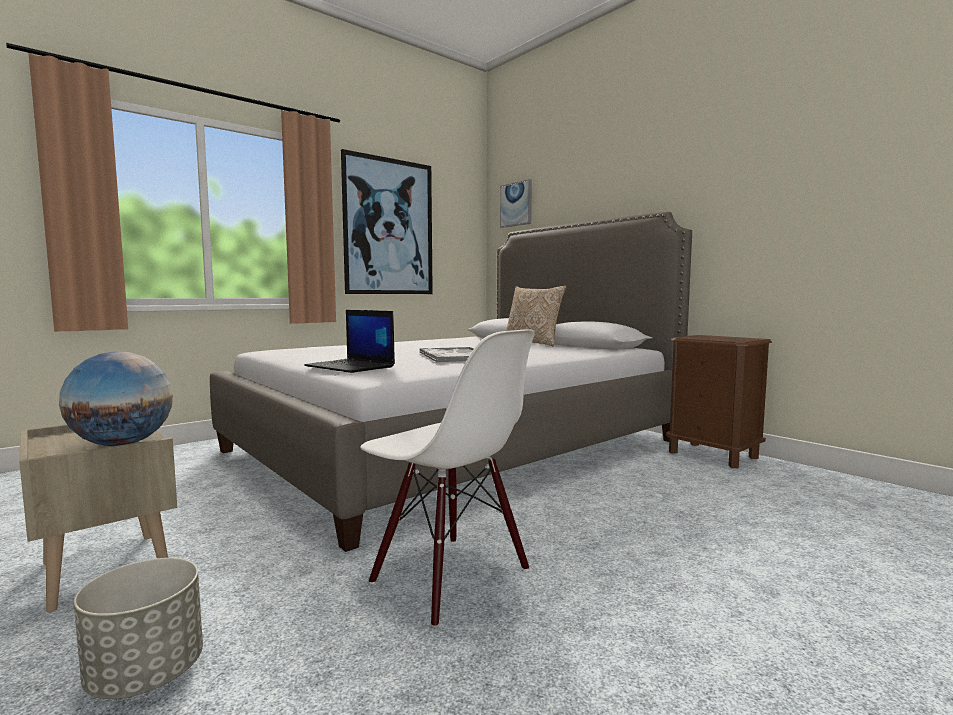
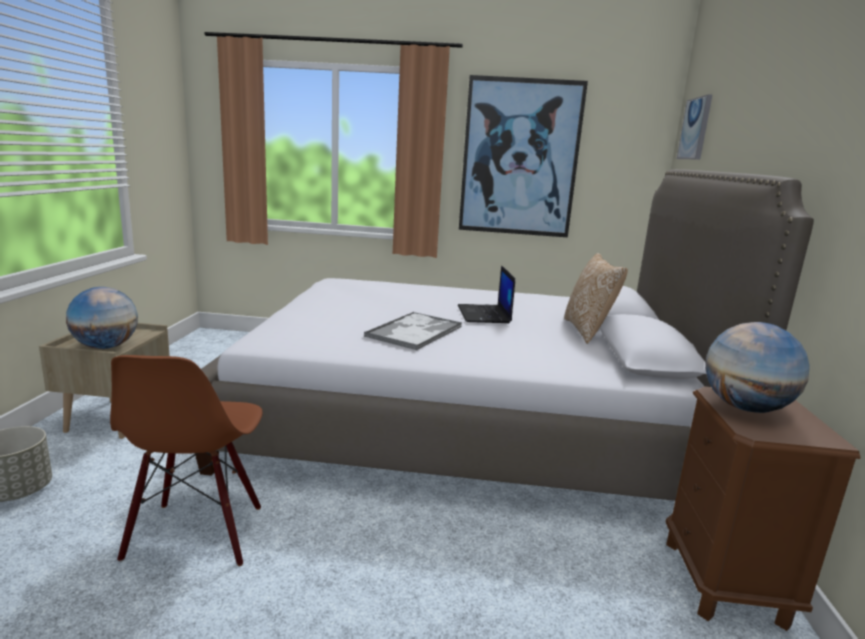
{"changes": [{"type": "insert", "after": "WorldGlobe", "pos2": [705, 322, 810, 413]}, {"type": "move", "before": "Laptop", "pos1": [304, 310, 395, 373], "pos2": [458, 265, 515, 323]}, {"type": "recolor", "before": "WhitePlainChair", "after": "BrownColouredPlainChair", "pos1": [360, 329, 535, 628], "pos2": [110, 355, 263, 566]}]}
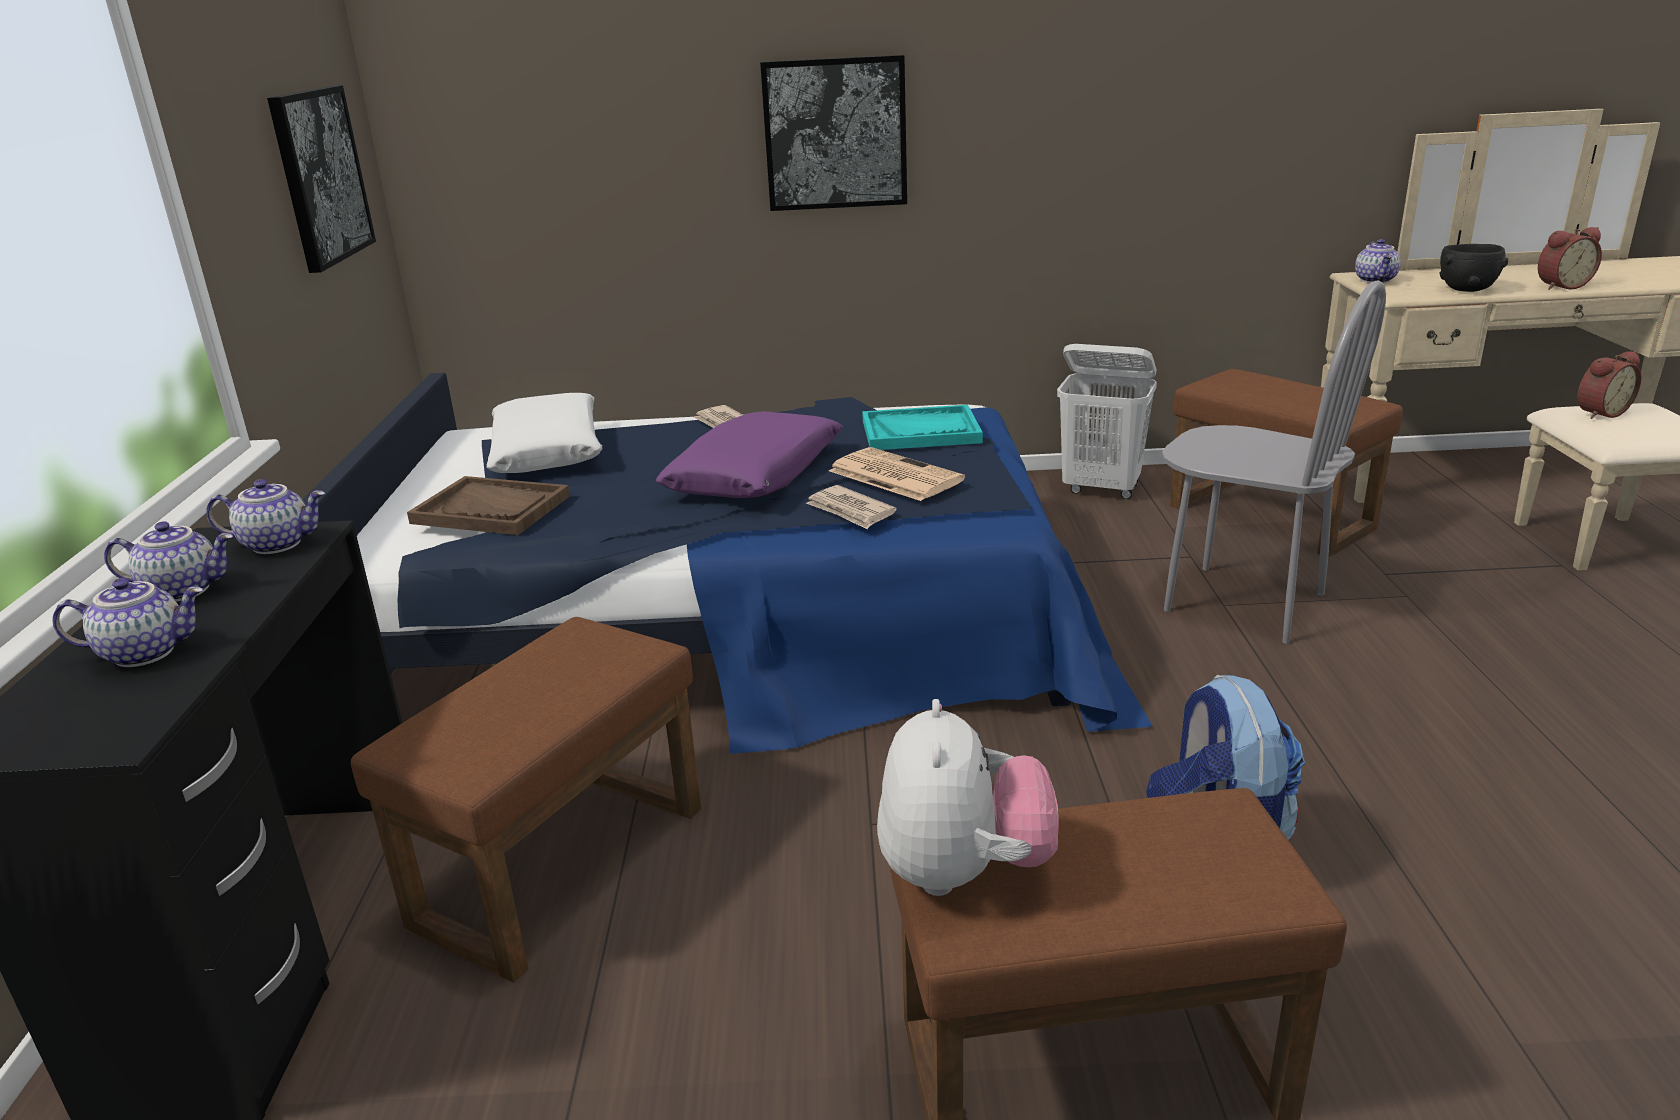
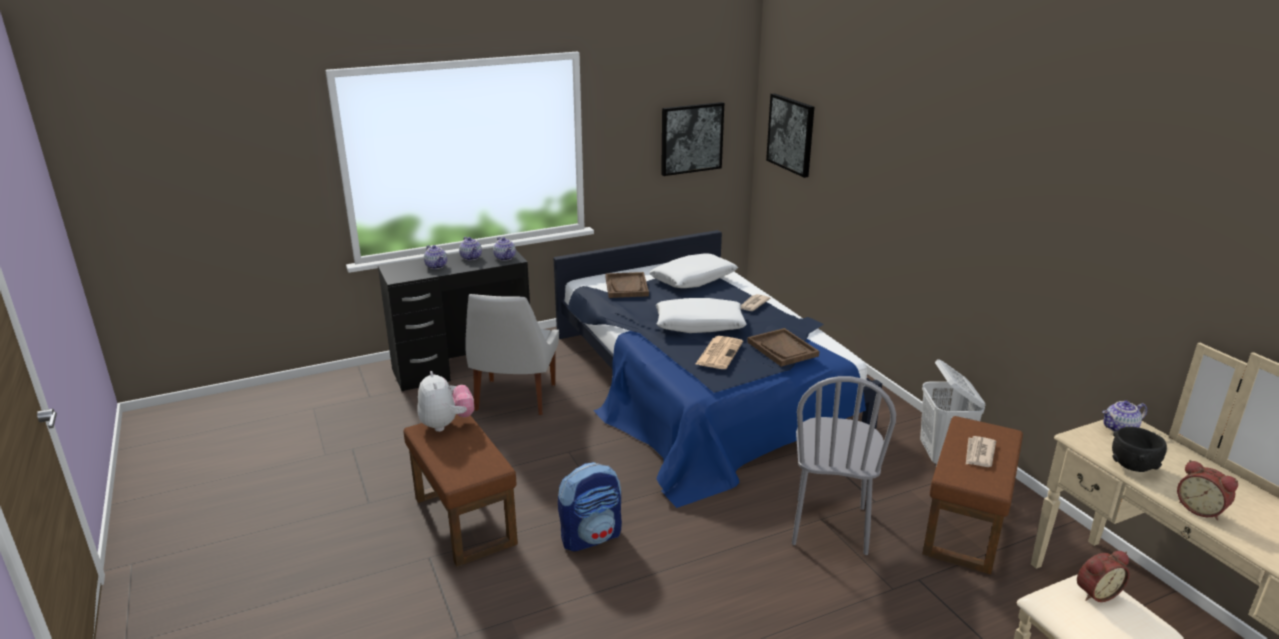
{"changes": [{"type": "move", "before": "WallPicture", "pos1": [760, 55, 907, 211], "pos2": [766, 93, 814, 178]}, {"type": "move", "before": "Newspaper", "pos1": [806, 485, 897, 529], "pos2": [966, 436, 996, 467]}, {"type": "replace", "before": "BrownColouredOttoman", "after": "WhitePlainChair", "pos1": [351, 617, 701, 983], "pos2": [465, 294, 559, 415]}, {"type": "recolor", "before": "PurpleColouredPillow", "after": "WhitePillow", "pos1": [656, 411, 843, 498], "pos2": [656, 298, 747, 333]}, {"type": "recolor", "before": "TurquoiseColouredCarryingTray", "after": "BrownColouredCarryingTray", "pos1": [862, 405, 983, 450], "pos2": [747, 328, 820, 367]}, {"type": "rotate", "before": "CuddlyToy", "pos1": [877, 699, 1059, 896], "pos2": [417, 371, 475, 432], "turn": -90}, {"type": "rotate", "before": "TableClock", "pos1": [1577, 351, 1641, 419], "pos2": [1077, 551, 1130, 602], "turn": -60}]}
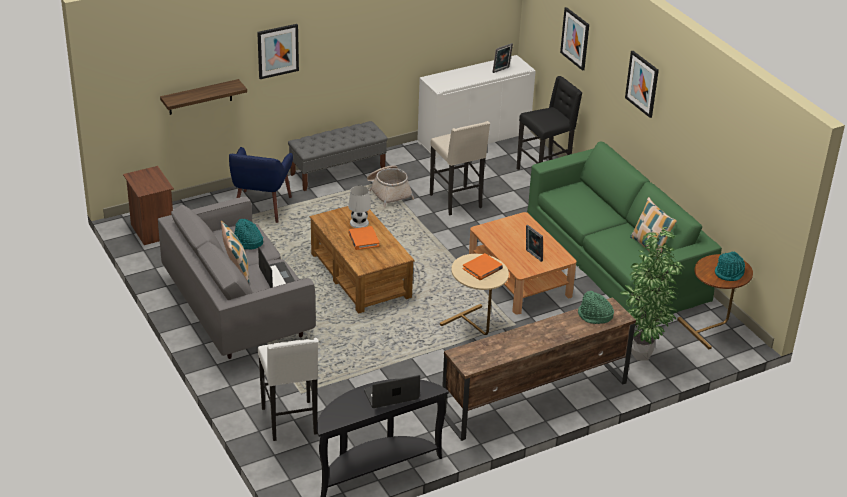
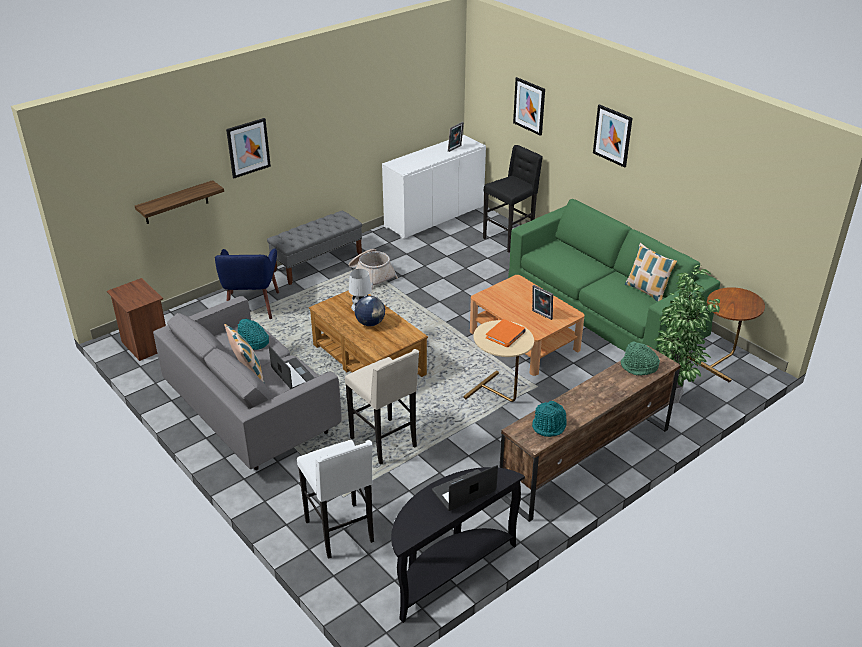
{"changes": [{"type": "move", "before": "BeigeStool", "pos1": [430, 121, 490, 215], "pos2": [345, 349, 419, 465]}, {"type": "move", "before": "TurquoiseColouredClothingHat", "pos1": [715, 251, 745, 281], "pos2": [532, 401, 567, 437]}, {"type": "replace", "before": "OrangeColouredBook", "after": "WorldGlobe", "pos1": [348, 226, 380, 250], "pos2": [355, 296, 385, 326]}]}
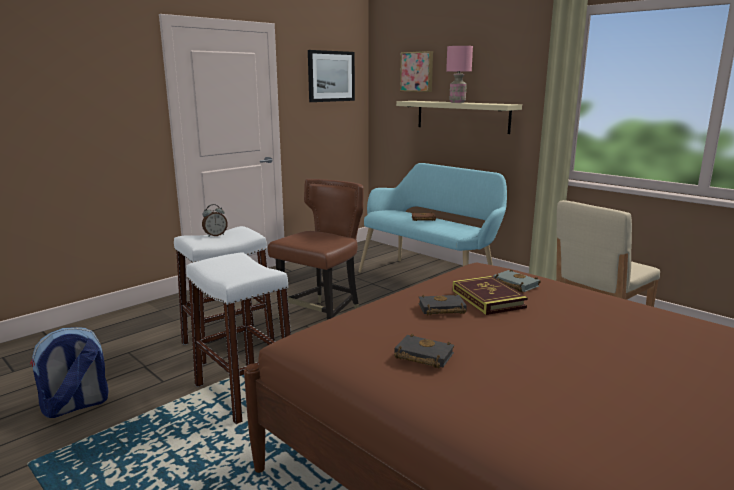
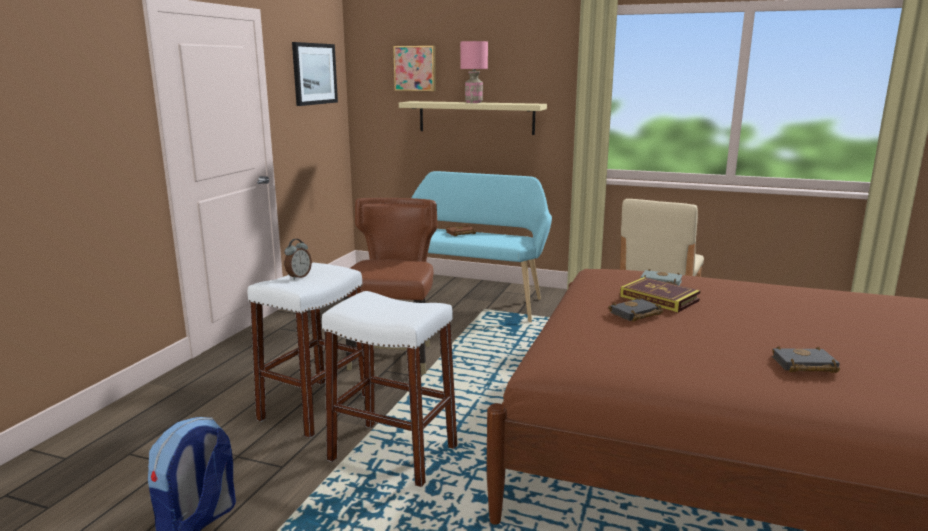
{"changes": [{"type": "move", "before": "BlackBook", "pos1": [394, 334, 454, 368], "pos2": [772, 346, 840, 373]}]}
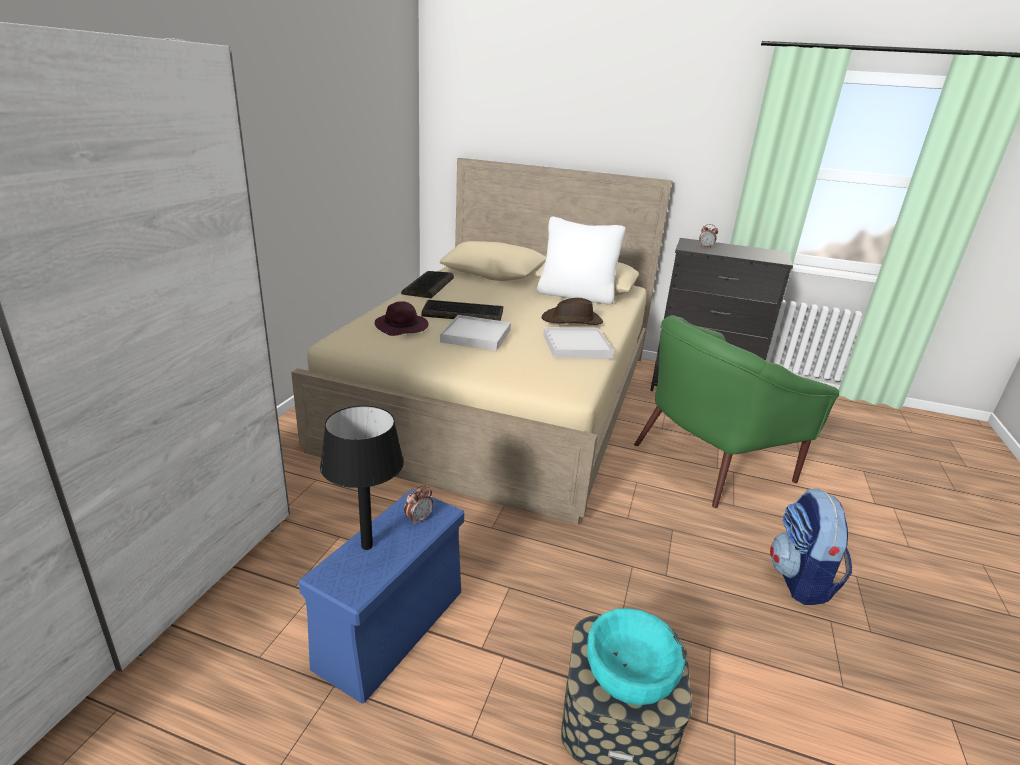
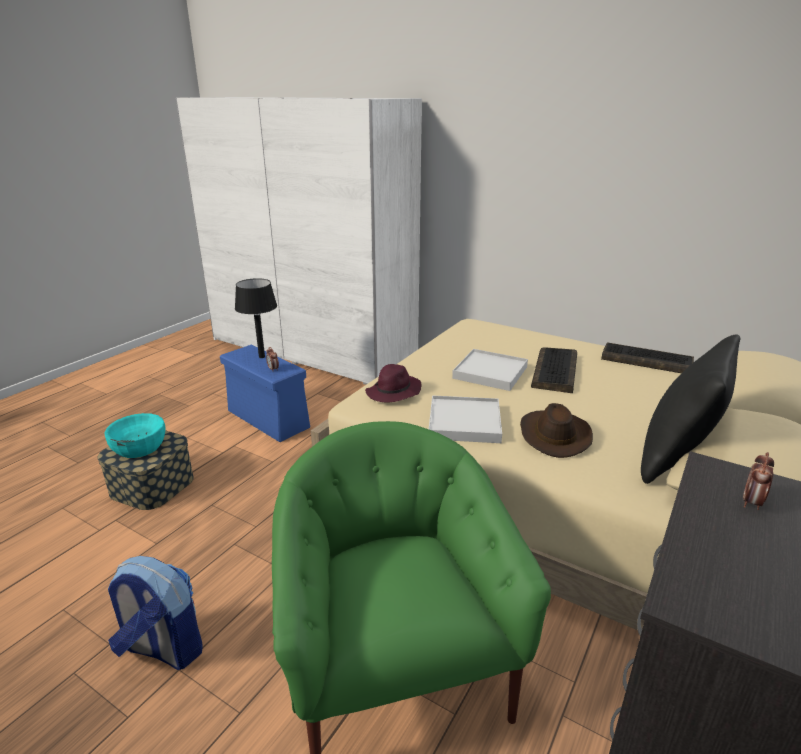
{"changes": [{"type": "move", "before": "PurpleColouredClothingHat", "pos1": [375, 301, 429, 336], "pos2": [365, 364, 421, 403]}, {"type": "recolor", "before": "WhitePillow", "after": "BlackPillow", "pos1": [537, 216, 626, 304], "pos2": [641, 334, 740, 484]}]}
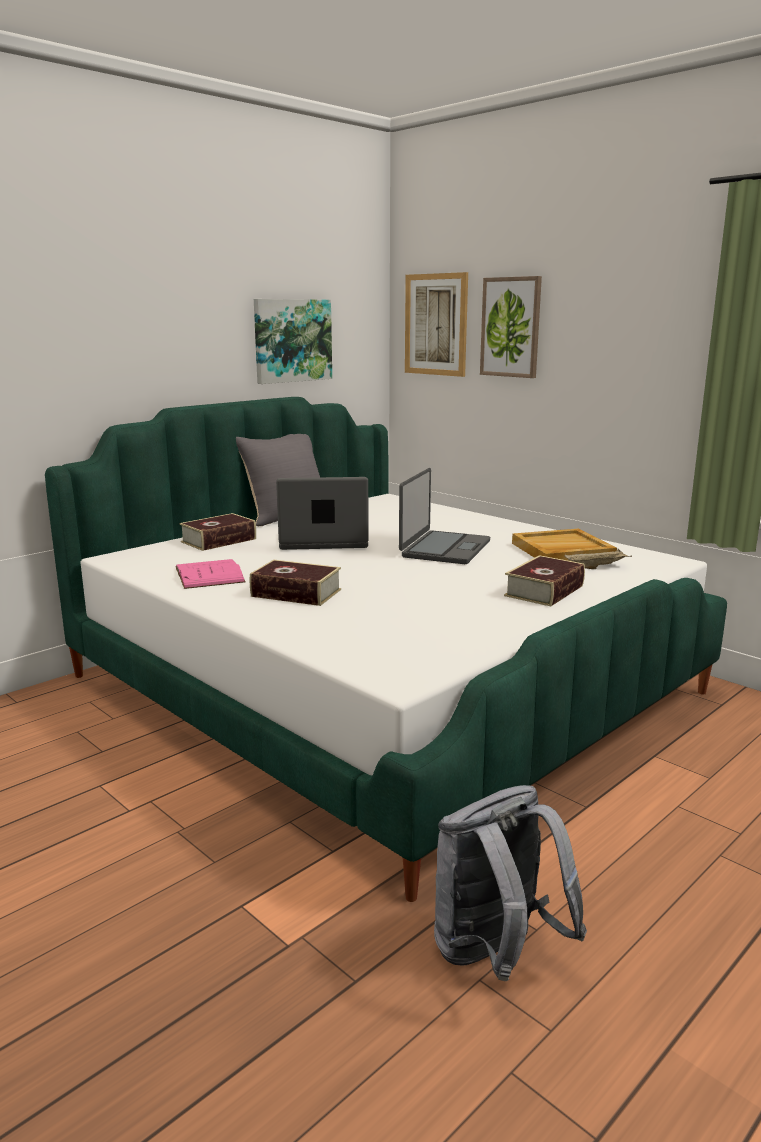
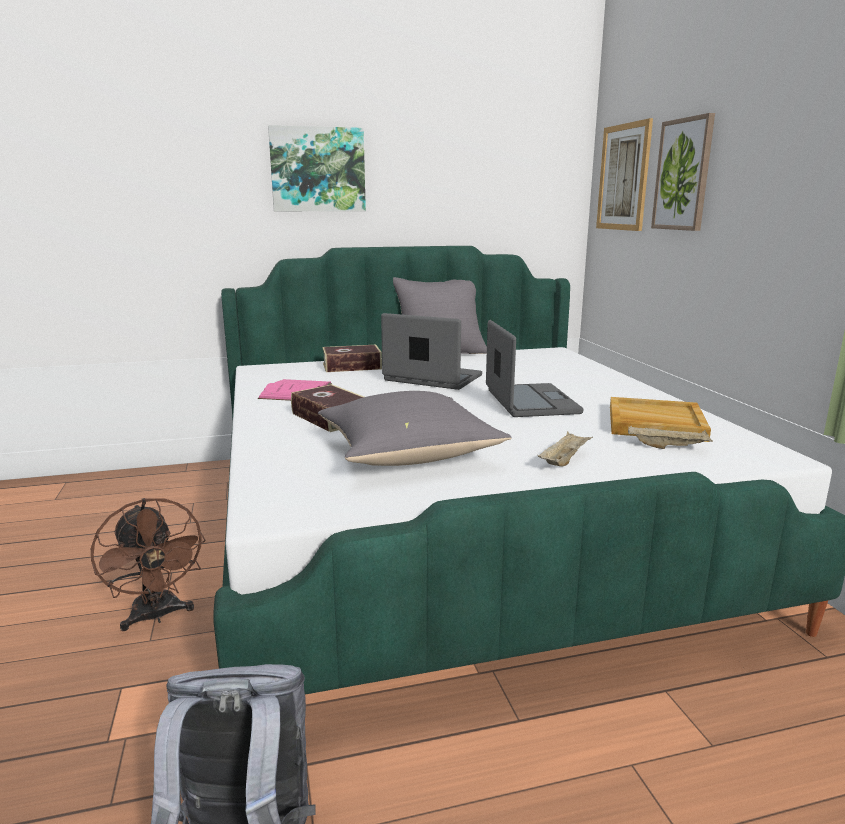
{"changes": [{"type": "insert", "after": "BrownColouredElectricFan", "pos2": [91, 498, 206, 631]}, {"type": "insert", "after": "GrayPillow", "pos2": [318, 391, 512, 466]}, {"type": "move", "before": "WallPicture", "pos1": [254, 299, 332, 384], "pos2": [268, 125, 366, 211]}, {"type": "replace", "before": "Book", "after": "BeigeCarryingTray", "pos1": [504, 555, 585, 607], "pos2": [538, 431, 593, 467]}, {"type": "rotate", "before": "Laptop", "pos1": [399, 468, 490, 564], "pos2": [486, 320, 583, 417], "turn": -60}]}
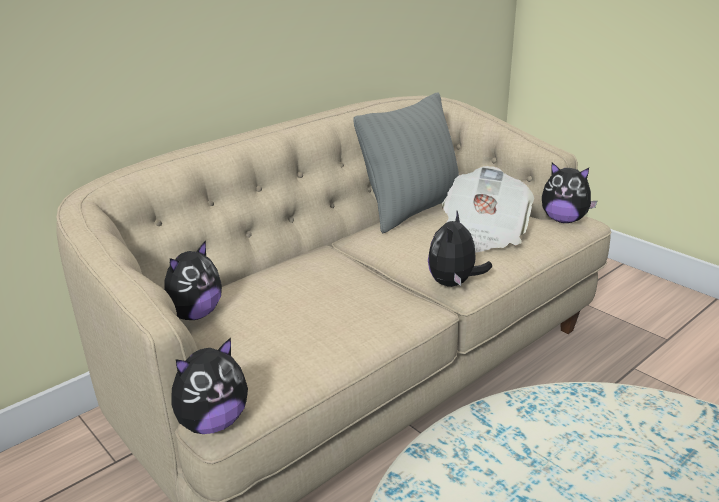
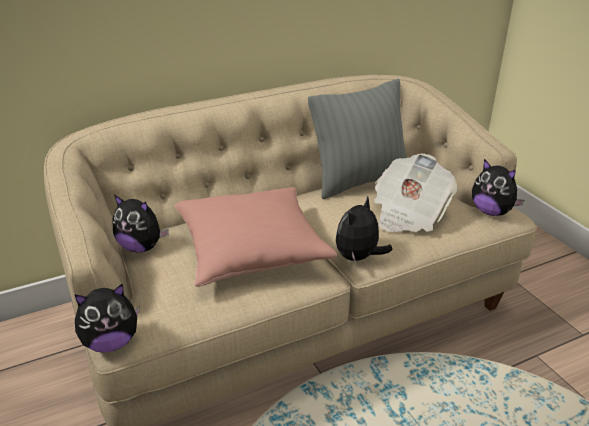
{"changes": [{"type": "insert", "after": "PinkColouredPillow", "pos2": [174, 187, 337, 287]}, {"type": "rotate", "before": "CuddlyToy", "pos1": [164, 240, 222, 320], "pos2": [113, 195, 169, 253], "turn": 60}]}
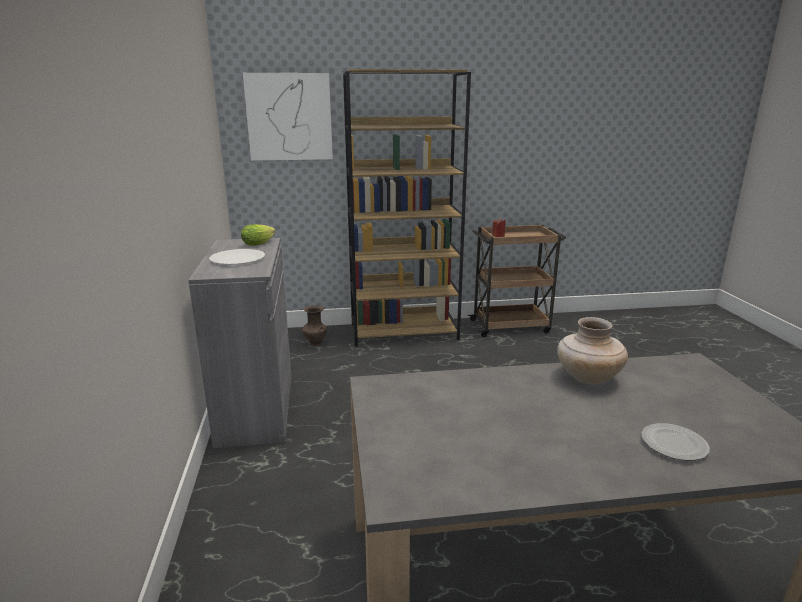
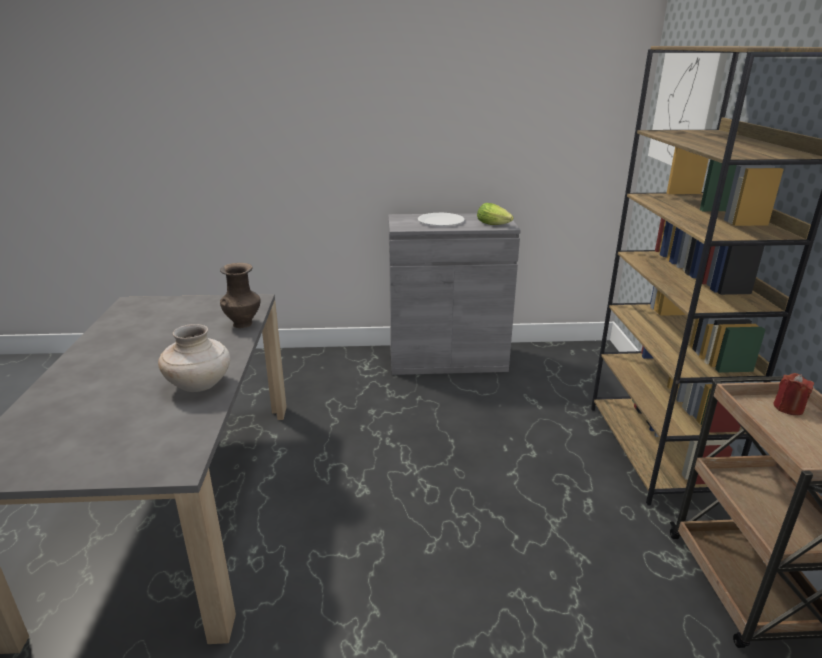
{"changes": [{"type": "delete", "before": "Plate", "pos1": [641, 423, 710, 461]}, {"type": "move", "before": "BrownColouredVase", "pos1": [302, 305, 327, 346], "pos2": [220, 263, 261, 328]}]}
